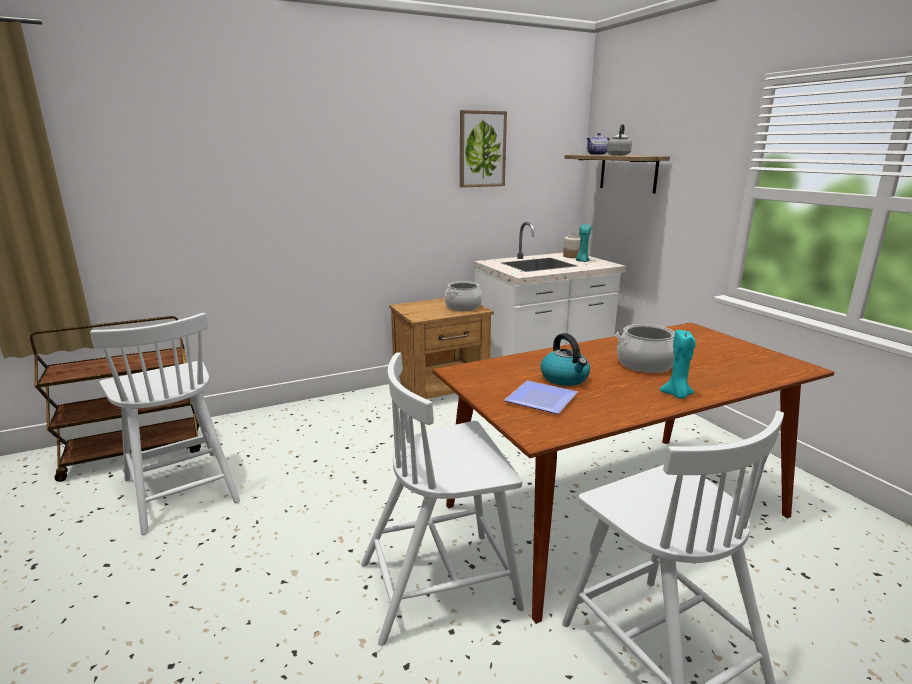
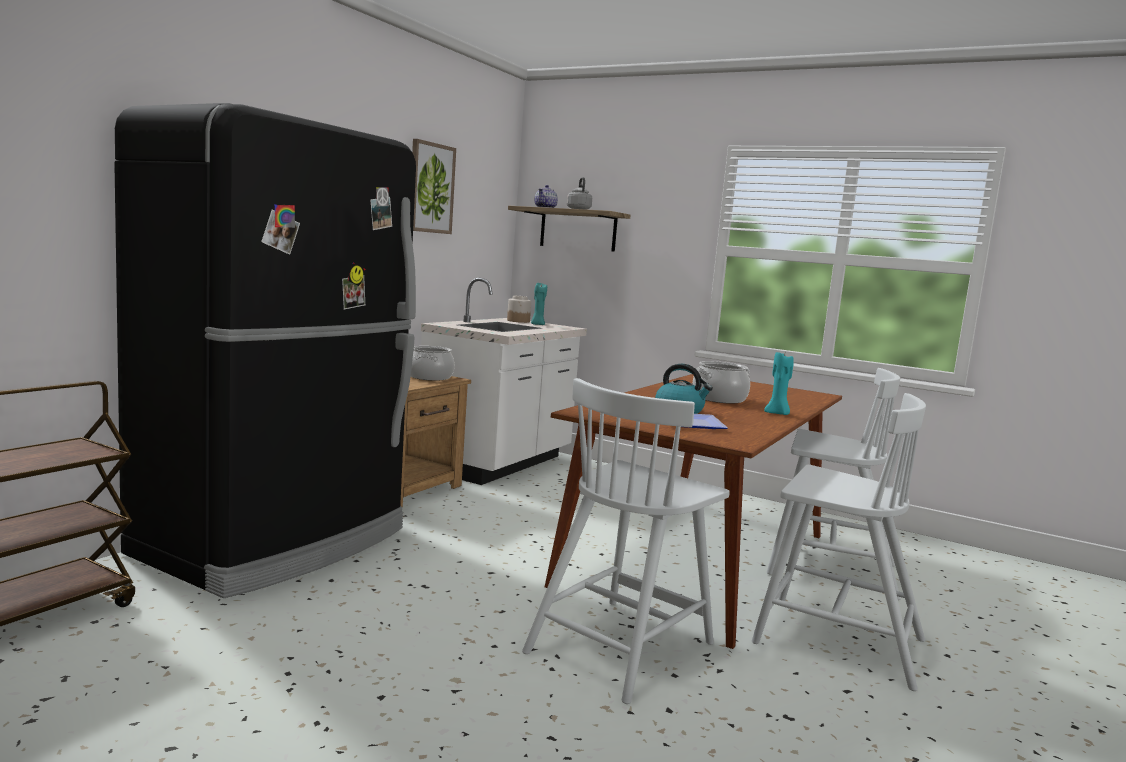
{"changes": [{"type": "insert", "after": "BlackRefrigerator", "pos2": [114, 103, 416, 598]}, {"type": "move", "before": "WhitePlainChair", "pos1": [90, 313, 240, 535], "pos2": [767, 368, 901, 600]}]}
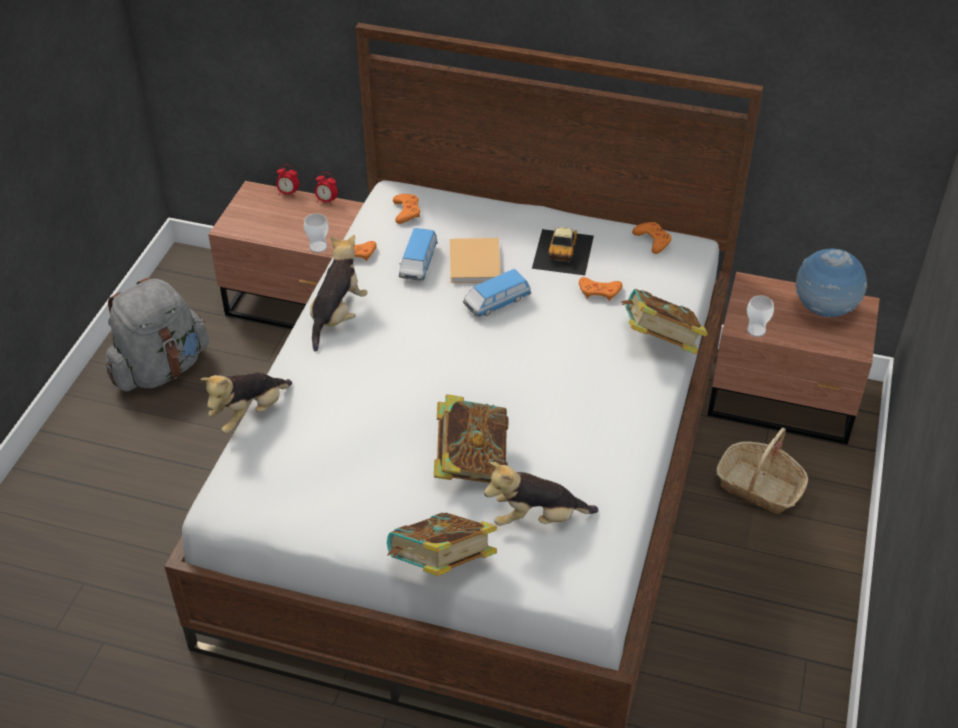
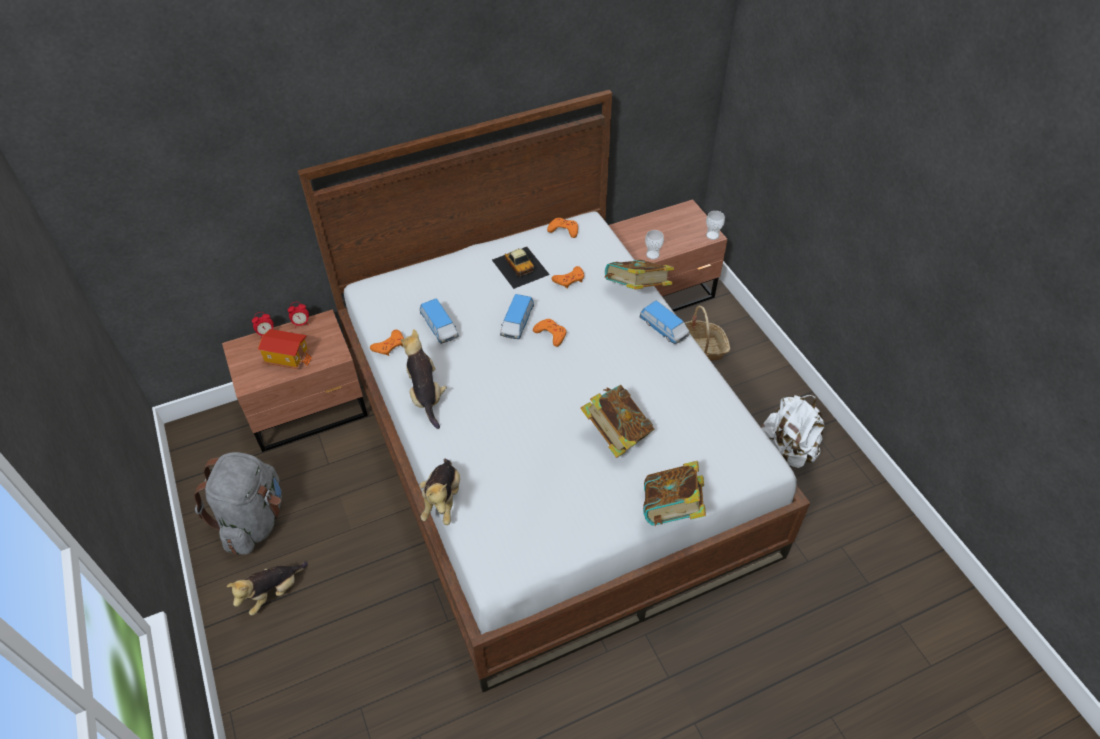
{"changes": [{"type": "delete", "before": "BeigeBook", "pos1": [450, 238, 501, 283]}, {"type": "delete", "before": "WorldGlobe", "pos1": [796, 248, 867, 317]}, {"type": "insert", "after": "ModelHouse", "pos2": [257, 329, 312, 369]}, {"type": "insert", "after": "MiniatureCar", "pos2": [639, 301, 690, 344]}, {"type": "insert", "after": "WhiteBackpack", "pos2": [761, 395, 825, 468]}, {"type": "move", "before": "Cup", "pos1": [304, 213, 329, 253], "pos2": [706, 211, 725, 240]}, {"type": "move", "before": "OrangeColouredGameController", "pos1": [393, 194, 420, 224], "pos2": [533, 319, 566, 347]}, {"type": "move", "before": "CuddlyToy", "pos1": [484, 462, 599, 526], "pos2": [226, 562, 308, 615]}]}
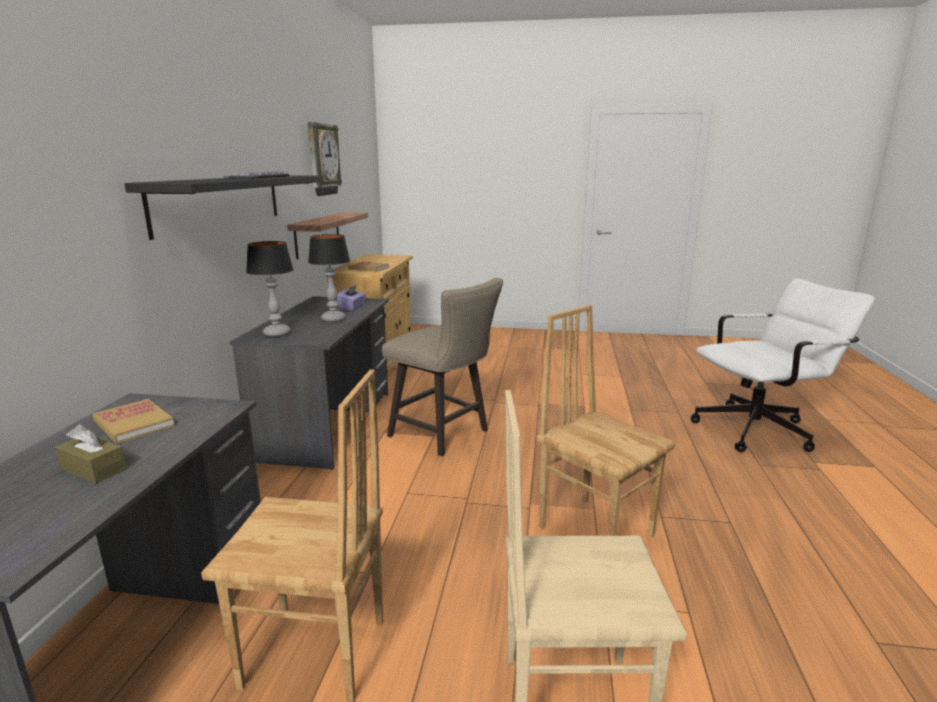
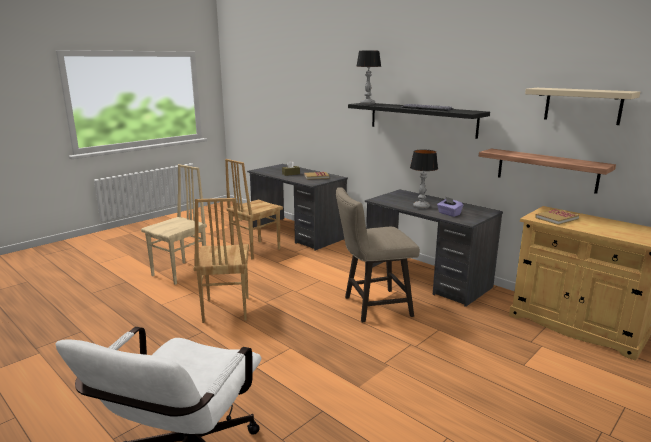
{"changes": [{"type": "move", "before": "TabletopLamp", "pos1": [246, 241, 294, 337], "pos2": [356, 51, 381, 105]}, {"type": "replace", "before": "HangingClock", "after": "BeigeWallShelf", "pos1": [308, 122, 342, 196], "pos2": [525, 88, 640, 125]}, {"type": "rotate", "before": "BrownColouredPlainChair", "pos1": [537, 305, 675, 537], "pos2": [193, 198, 249, 323], "turn": 90}]}
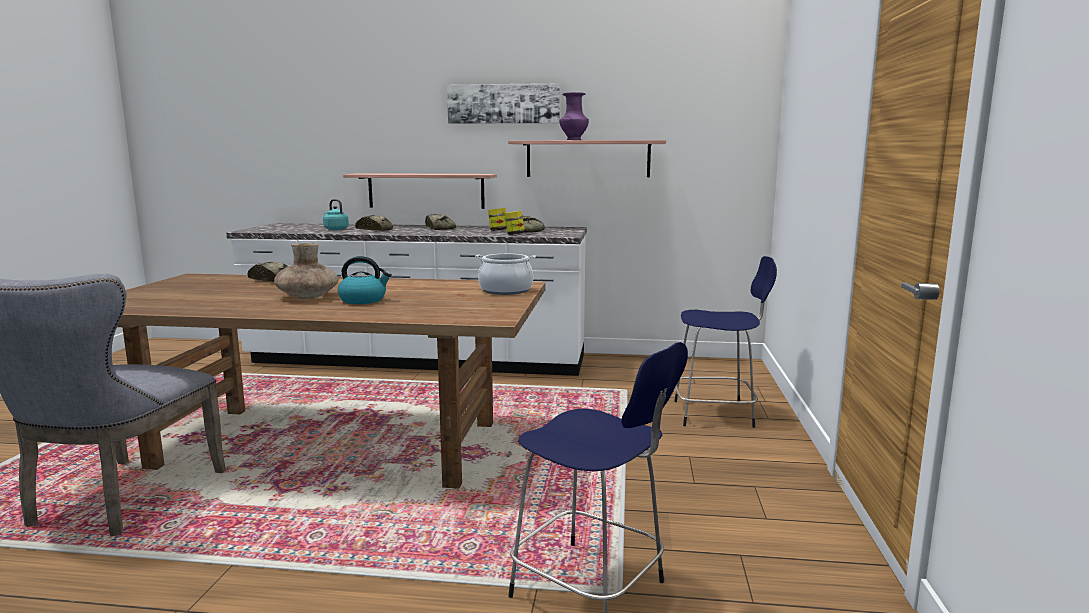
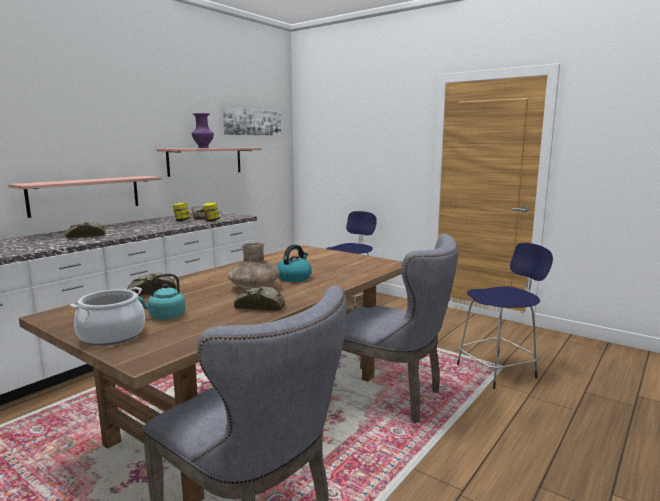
{"changes": [{"type": "insert", "after": "GrayPlainChair", "pos2": [330, 234, 459, 423]}, {"type": "move", "before": "TurquoiseColouredTeaKettle", "pos1": [323, 199, 349, 230], "pos2": [138, 274, 186, 320]}, {"type": "move", "before": "Bread", "pos1": [425, 214, 456, 230], "pos2": [234, 287, 285, 311]}, {"type": "move", "before": "WallPicture", "pos1": [447, 83, 560, 124], "pos2": [223, 107, 281, 136]}, {"type": "move", "before": "Saucepot", "pos1": [475, 254, 536, 295], "pos2": [70, 287, 145, 346]}]}
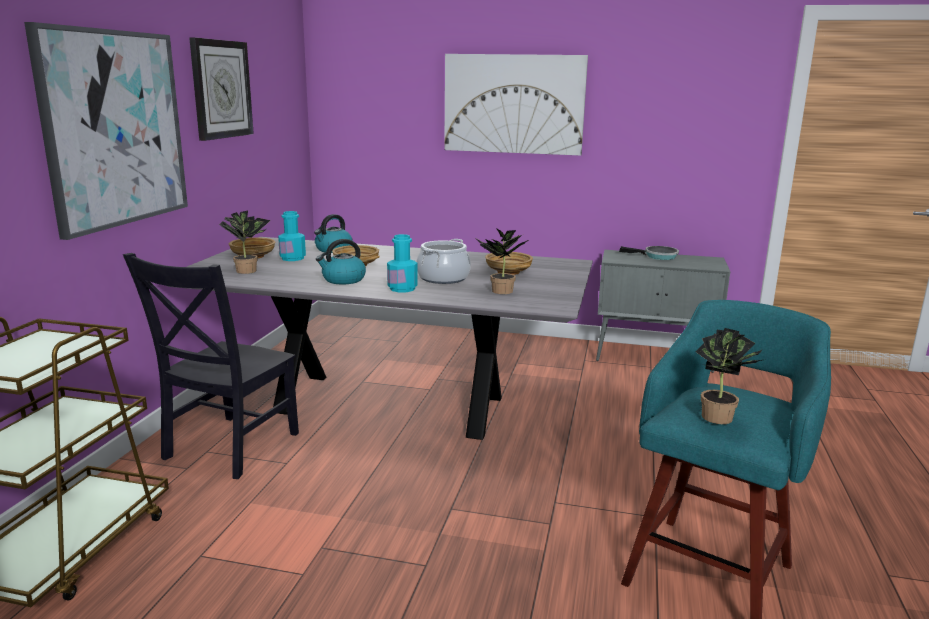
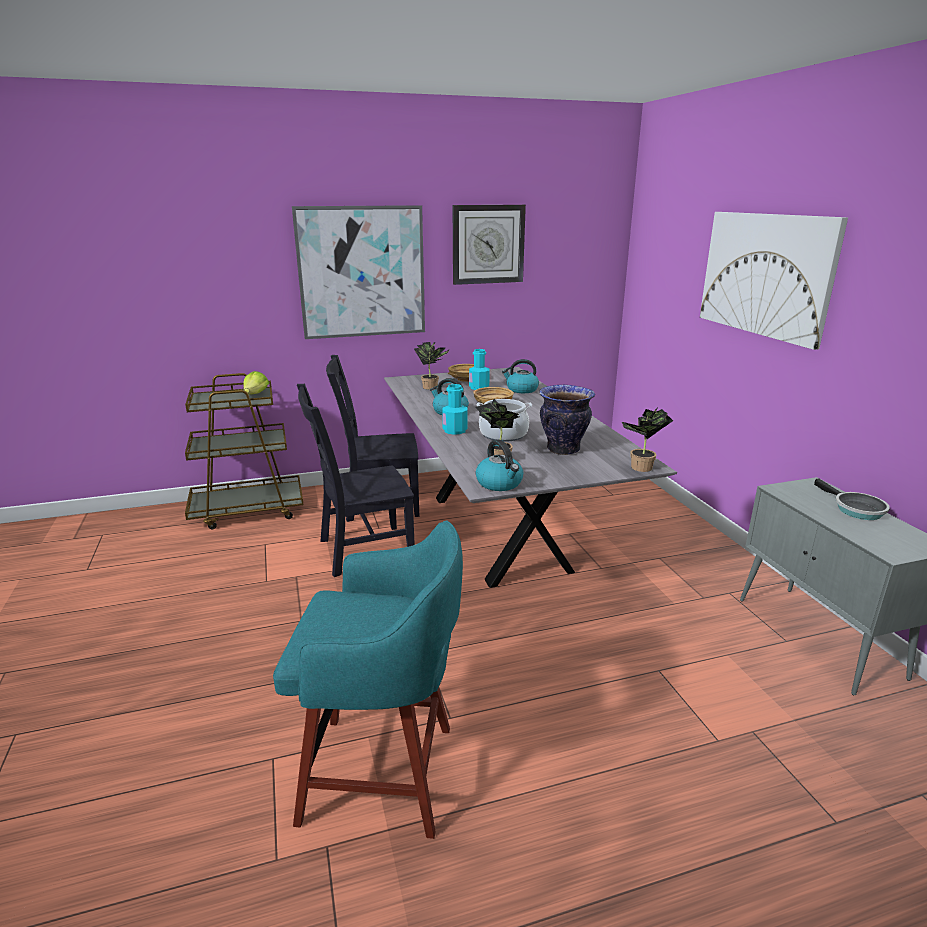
{"changes": [{"type": "insert", "after": "LettuceHead", "pos2": [243, 371, 269, 394]}, {"type": "insert", "after": "BlackPlainChair", "pos2": [297, 384, 415, 577]}, {"type": "insert", "after": "TeaKettle", "pos2": [476, 440, 523, 491]}, {"type": "move", "before": "PottedPlant", "pos1": [696, 328, 766, 424], "pos2": [622, 409, 673, 472]}, {"type": "replace", "before": "BeigeServingBowl", "after": "Vase", "pos1": [485, 252, 533, 275], "pos2": [539, 385, 595, 455]}]}
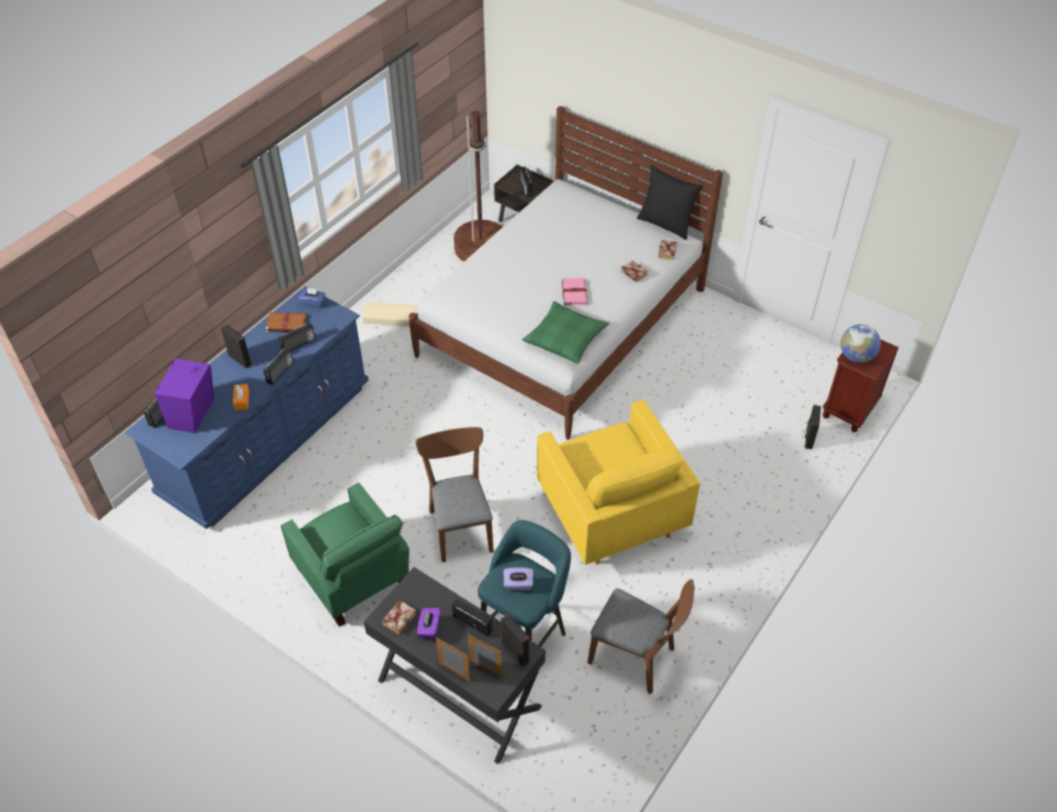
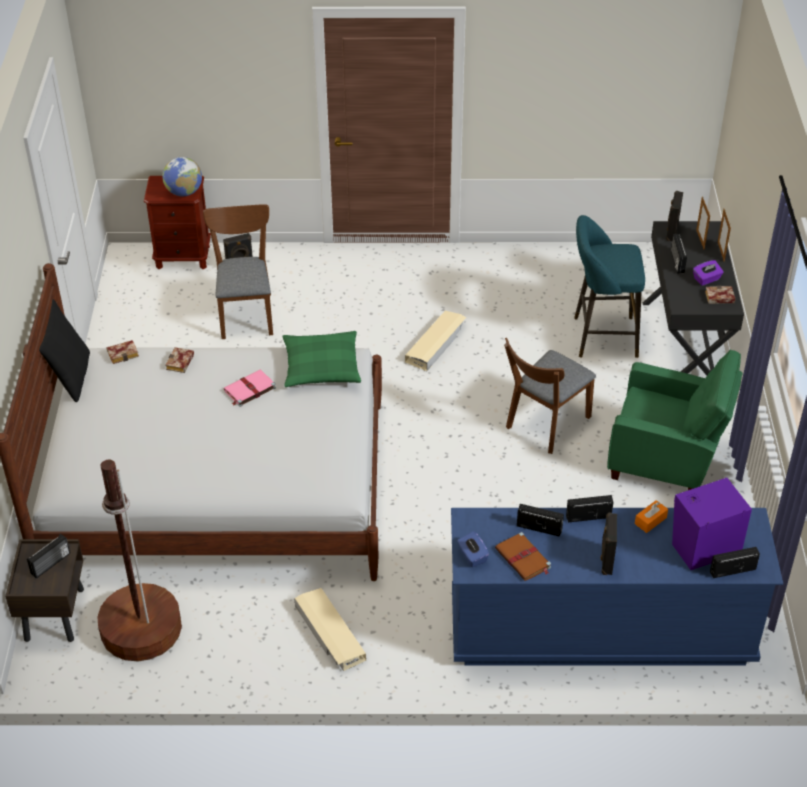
{"changes": [{"type": "delete", "before": "PurpleColouredTissueHolder", "pos1": [504, 567, 533, 590]}, {"type": "move", "before": "BrownColouredPlainChair", "pos1": [587, 579, 695, 694], "pos2": [203, 204, 273, 339]}, {"type": "replace", "before": "YellowishArmchair", "after": "BeigeStorageContainer", "pos1": [537, 400, 700, 565], "pos2": [405, 311, 466, 371]}, {"type": "rotate", "before": "GreenishArmchair", "pos1": [280, 482, 409, 627], "pos2": [607, 349, 743, 490], "turn": 90}]}
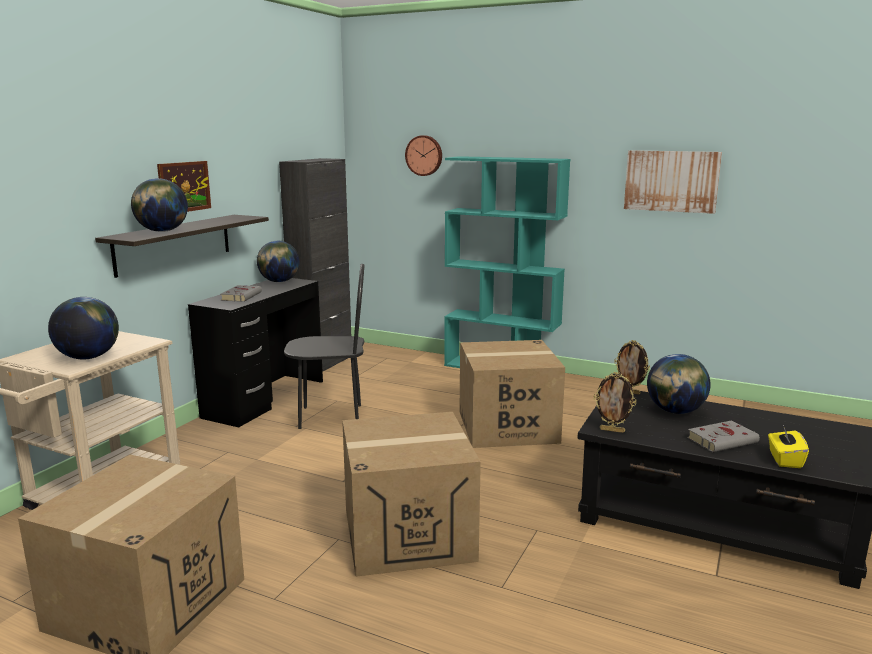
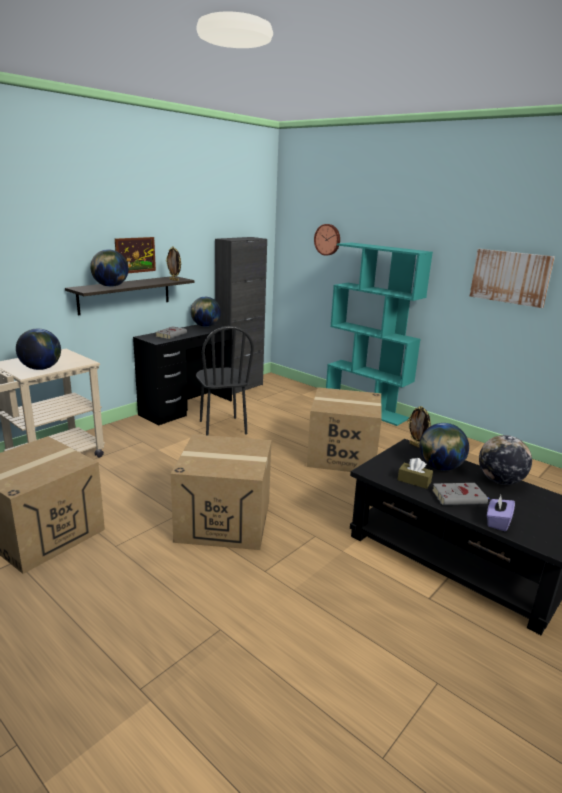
{"changes": [{"type": "insert", "after": "BrownColouredTissueHolder", "pos2": [398, 458, 433, 489]}, {"type": "insert", "after": "WorldGlobe", "pos2": [479, 435, 532, 485]}, {"type": "move", "before": "PictureFrame", "pos1": [594, 372, 636, 433], "pos2": [166, 247, 181, 281]}, {"type": "recolor", "before": "YellowishTissueHolder", "after": "PurpleColouredTissueHolder", "pos1": [768, 425, 809, 468], "pos2": [487, 495, 515, 531]}, {"type": "rotate", "before": "BlackPlainChair", "pos1": [284, 264, 364, 429], "pos2": [196, 326, 254, 436], "turn": 60}]}
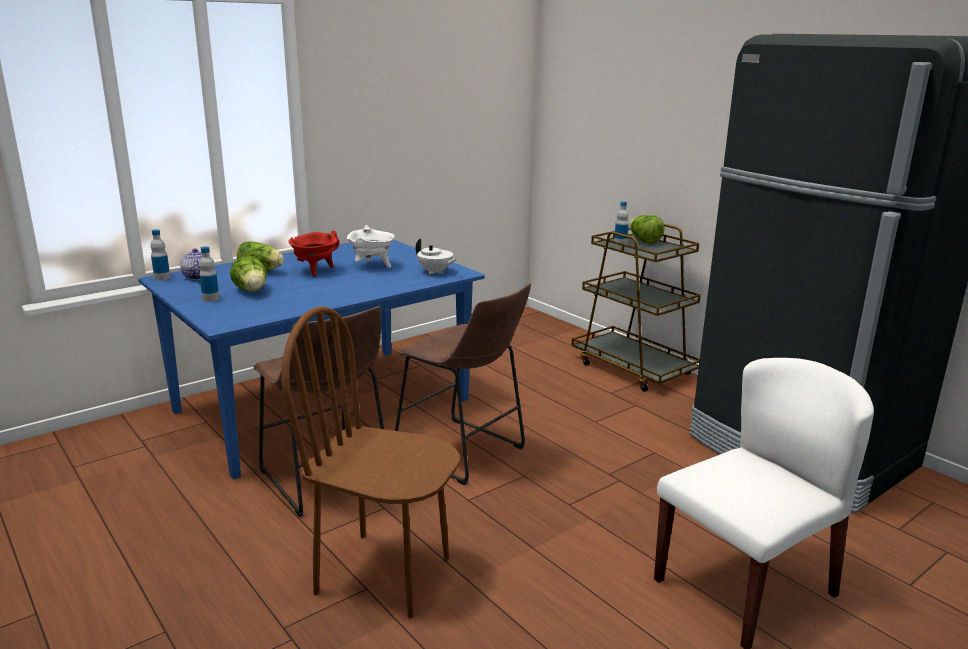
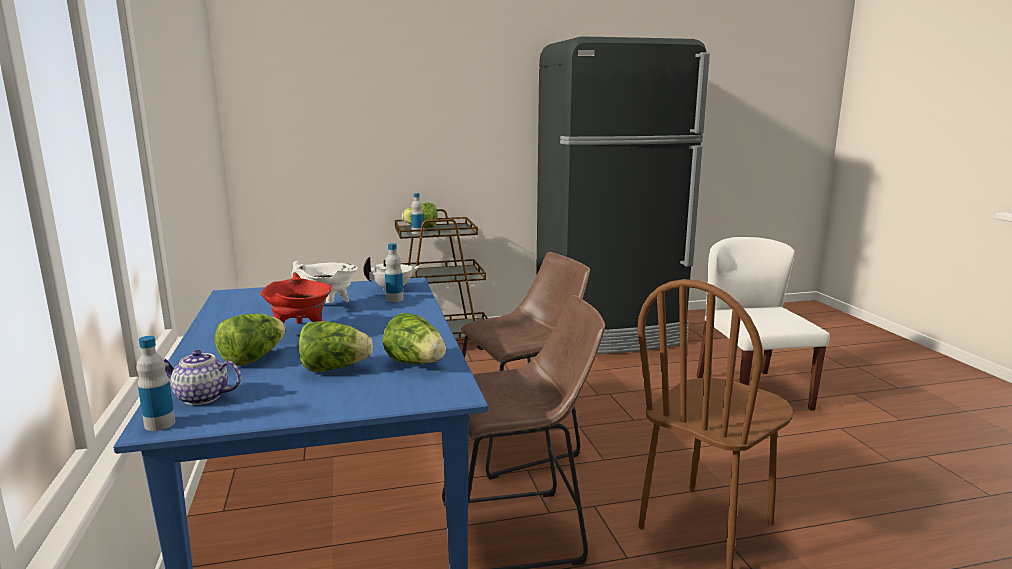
{"changes": [{"type": "insert", "after": "LettuceHead", "pos2": [382, 313, 446, 364]}, {"type": "move", "before": "Bottle", "pos1": [199, 246, 219, 302], "pos2": [385, 243, 404, 302]}]}
